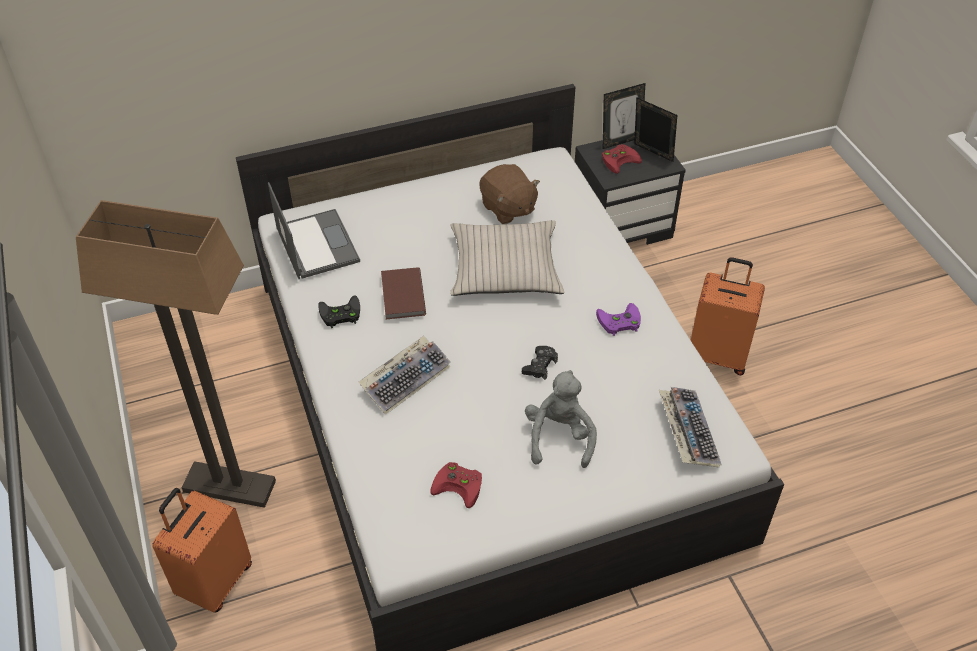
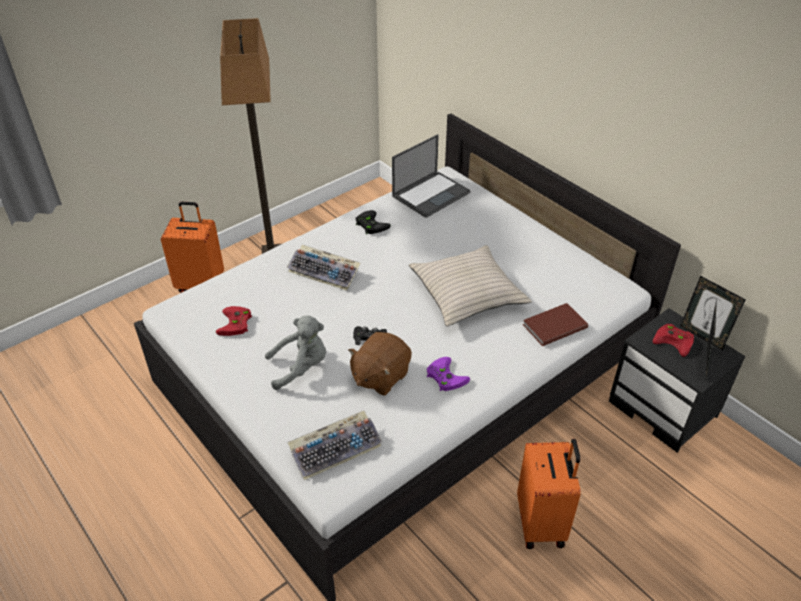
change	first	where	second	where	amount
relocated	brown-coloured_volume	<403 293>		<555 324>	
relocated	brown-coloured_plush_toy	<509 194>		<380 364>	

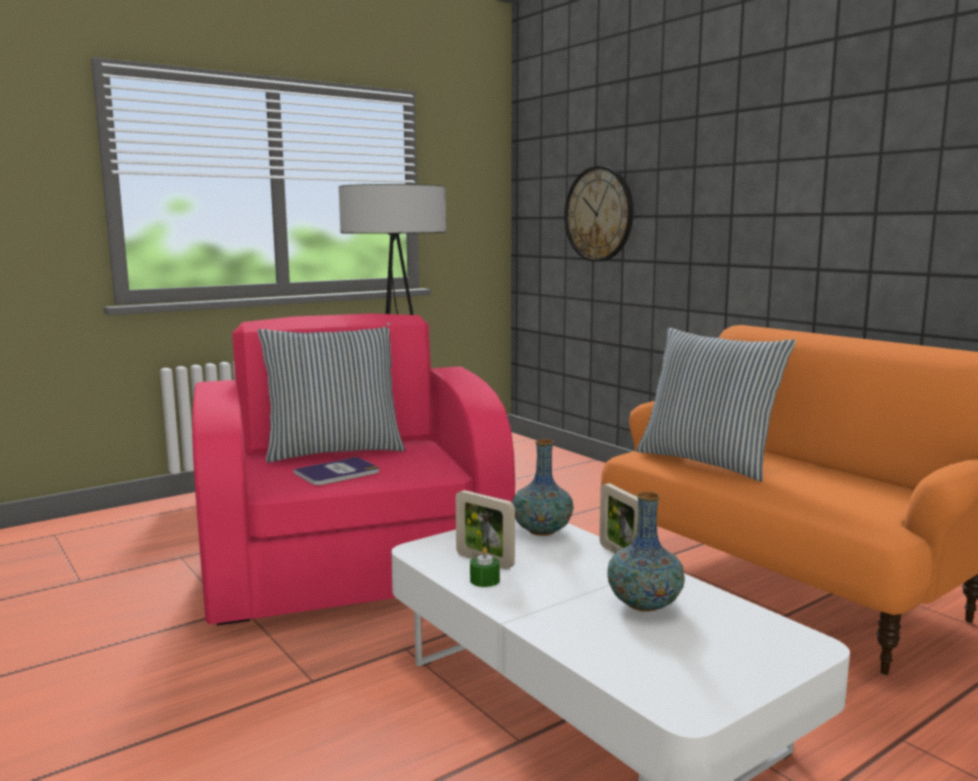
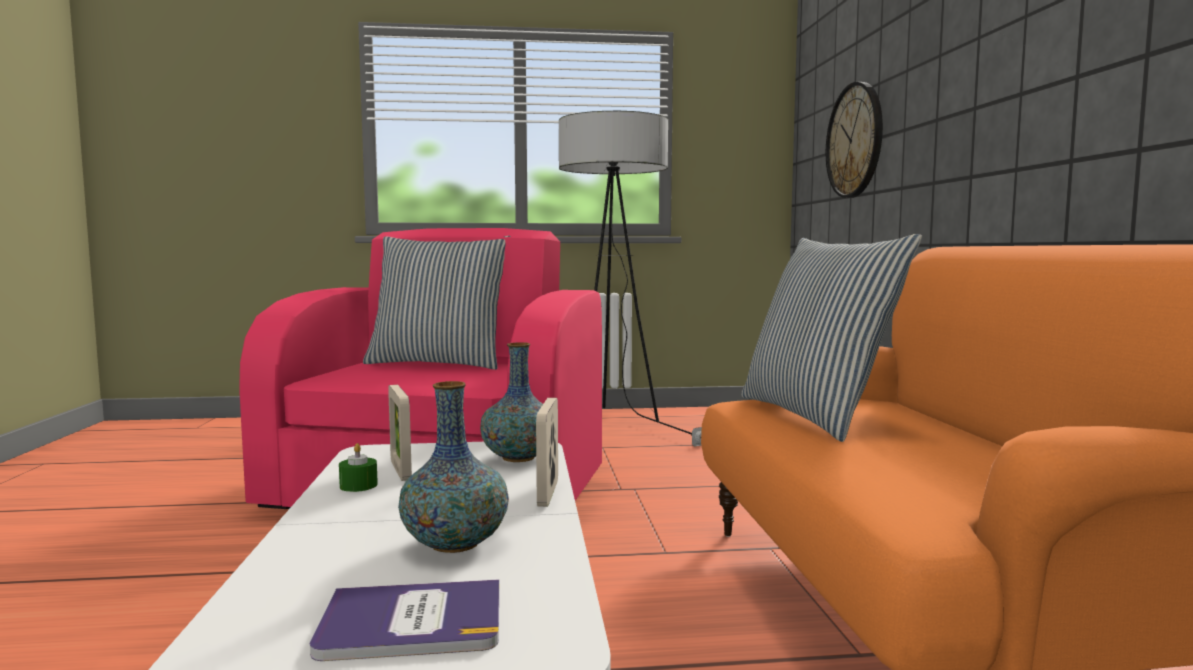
change	first	where	second	where	amount
relocated	volume	<336 471>		<404 620>	

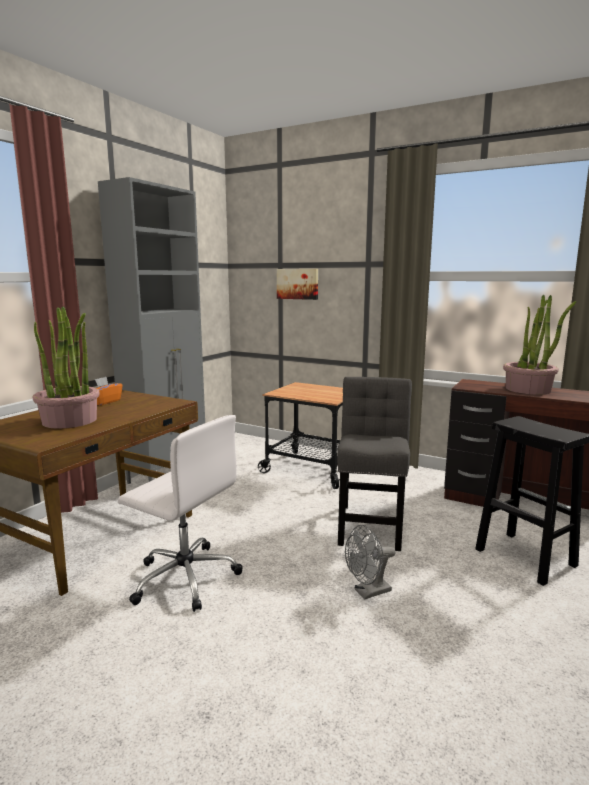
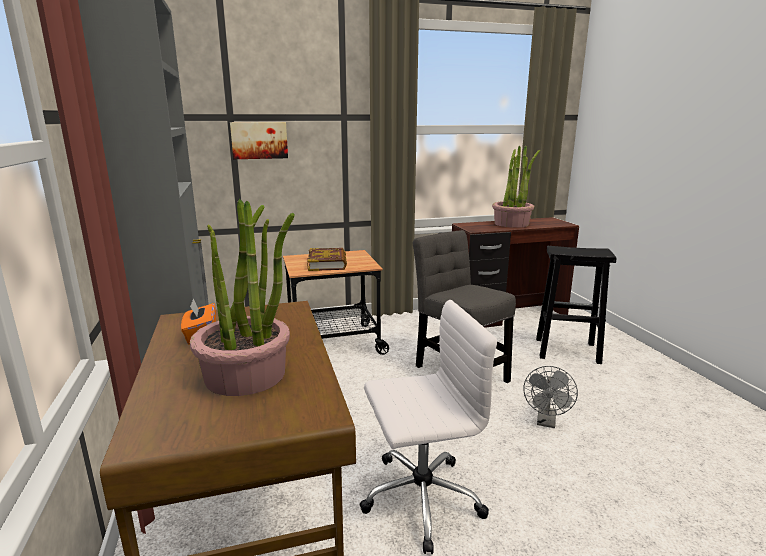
change	first	where	second	where	amount
appeared			volume	<327 259>	

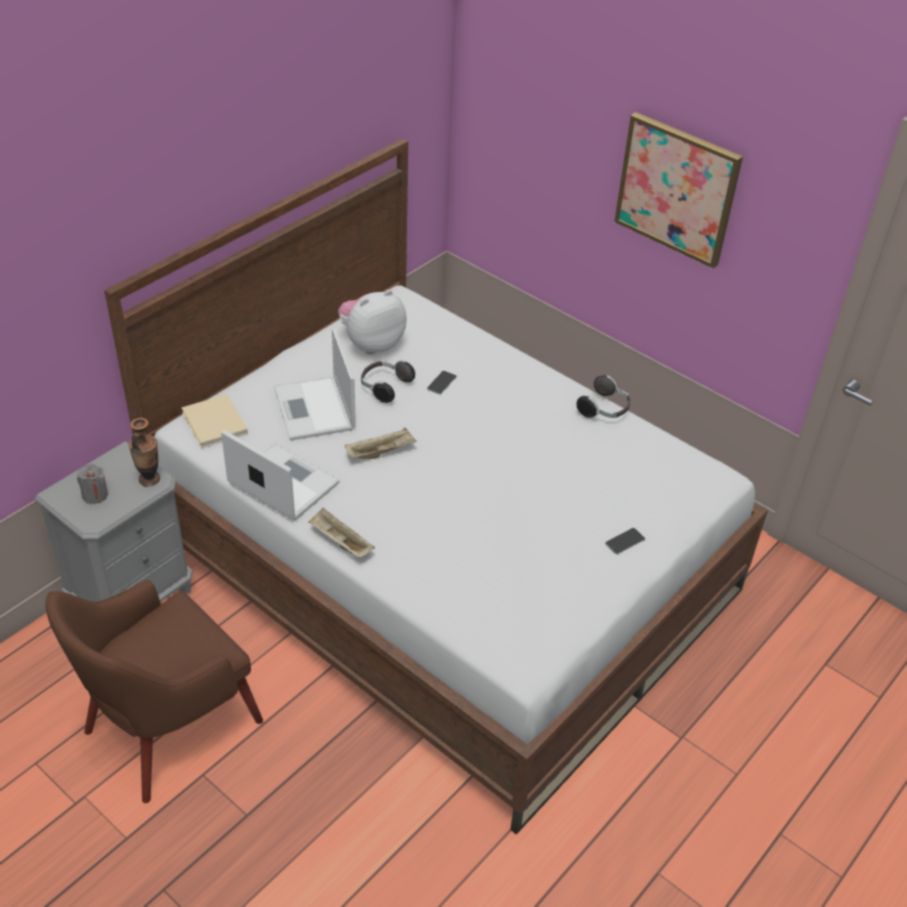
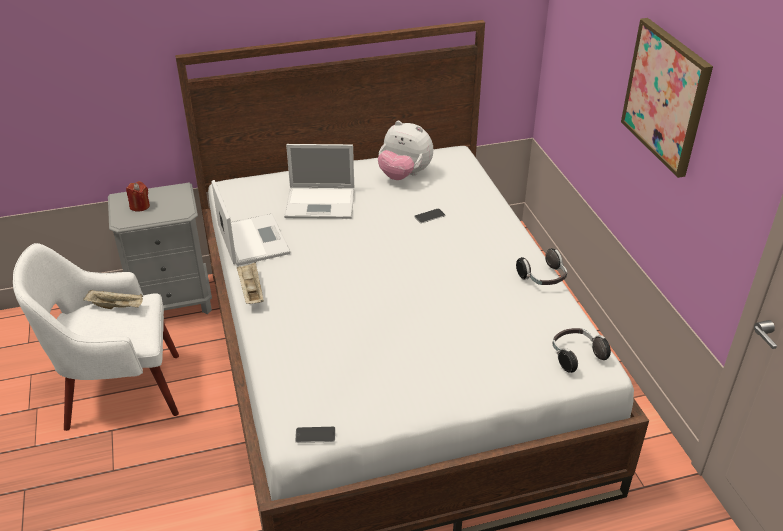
change	first	where	second	where	amount
colour	brown-coloured_easy_chair	<154 691>	white-coloured_easy_chair	<96 337>	
colour	gray_candle	<92 484>	red_candle	<138 196>	
missing	decorative_vase	<144 452>			
missing	beige_volume	<214 421>			
spun	laptop	<315 384>		<319 181>	105 degrees counterclockwise
spun	plush_toy	<372 322>		<405 150>	150 degrees counterclockwise
relocated	beige_tray	<381 443>		<113 299>	
relocated	headphones	<388 381>		<581 350>	
relocated	phone	<625 541>		<315 435>	

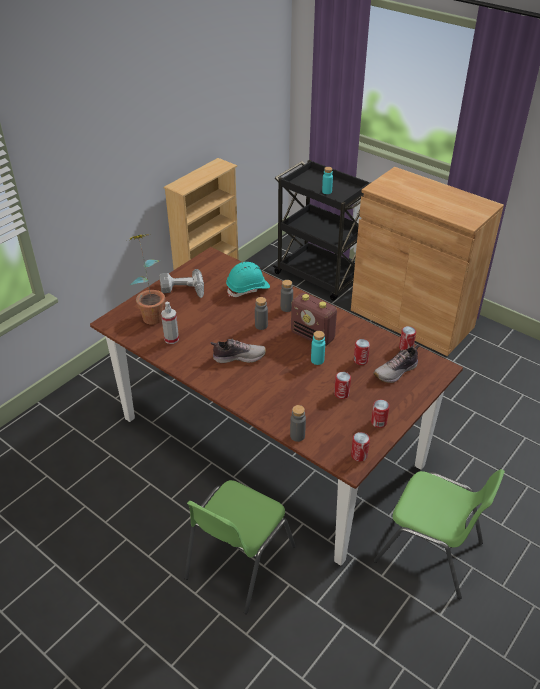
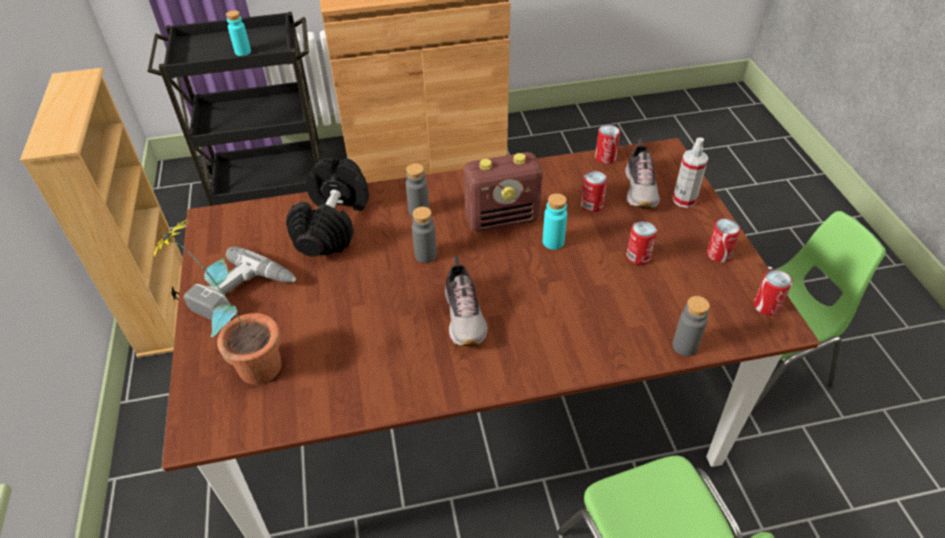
change	first	where	second	where	amount
relocated	spray_bottle	<170 323>		<690 173>	
spun	item_of_footwear	<238 351>		<466 300>	135 degrees clockwise
exchanged	turquoise-coloured_safety_helmet	<248 279>	blackish_dumbbell	<327 207>	

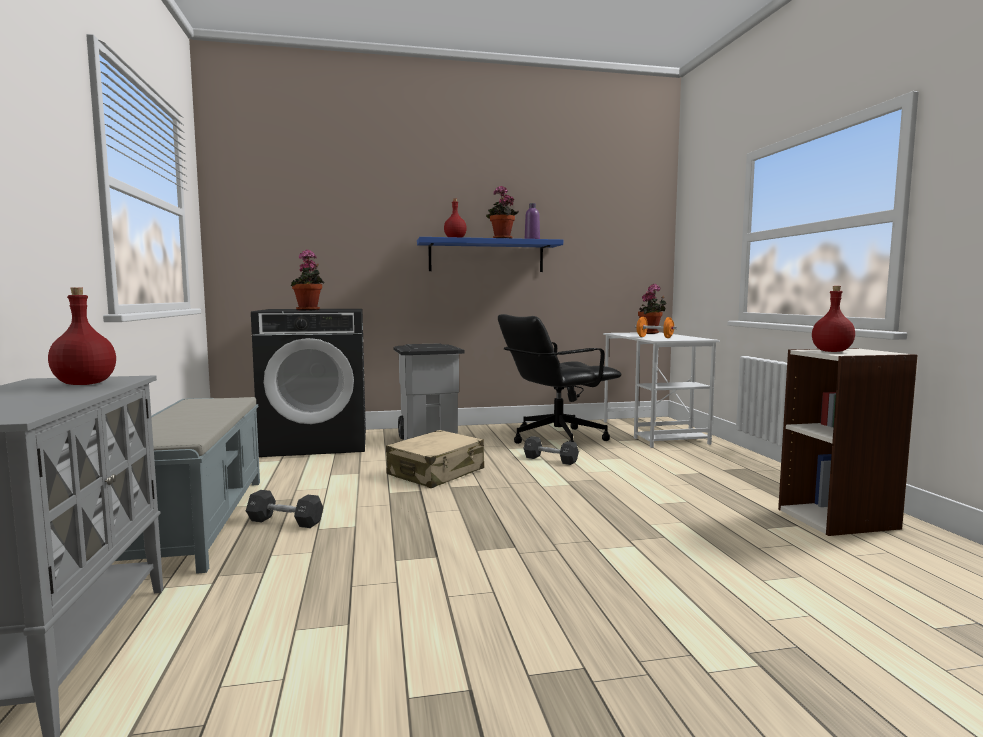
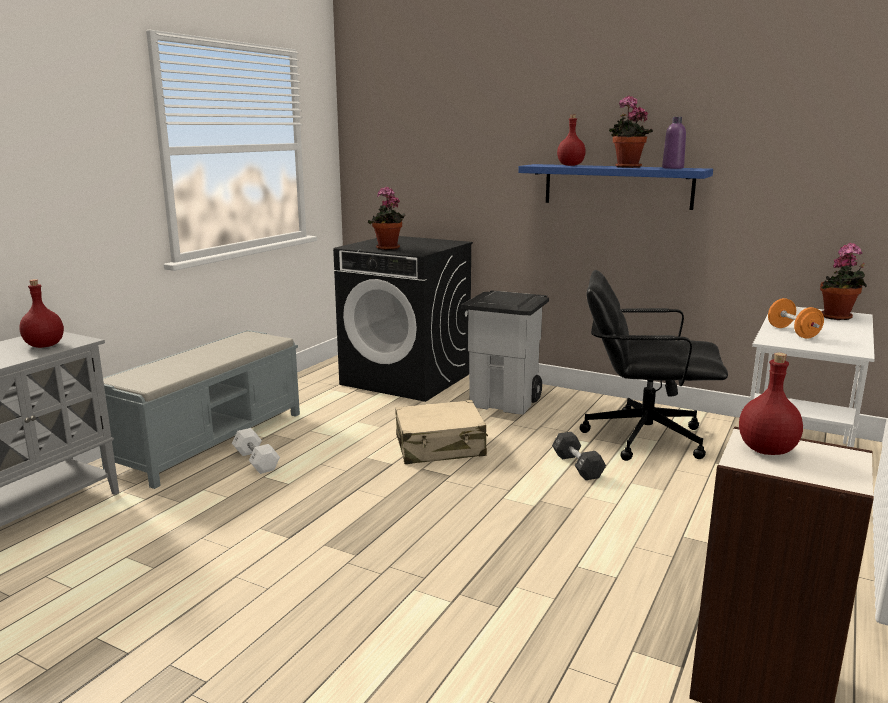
change	first	where	second	where	amount
colour	blackish_dumbbell	<284 509>	white-coloured_dumbbell	<256 451>	

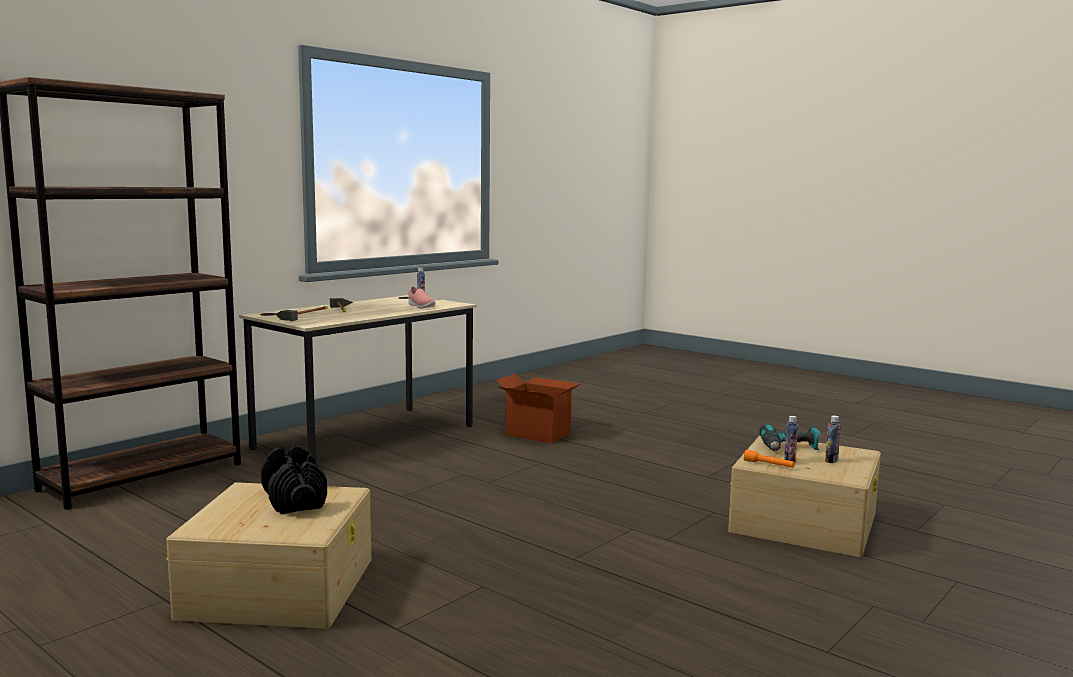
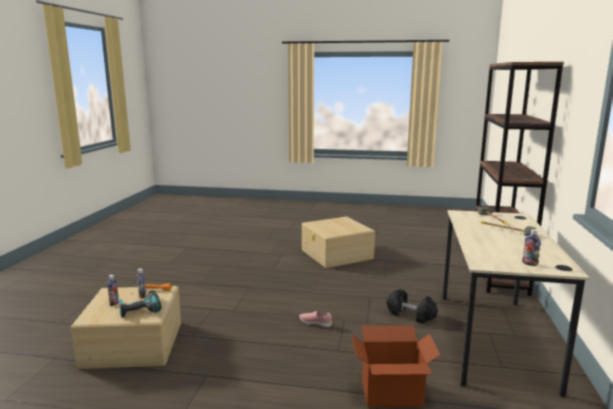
change	first	where	second	where	amount
relocated	blackish_dumbbell	<293 479>		<412 306>	
relocated	pinkish_item_of_footwear	<421 297>		<316 319>	

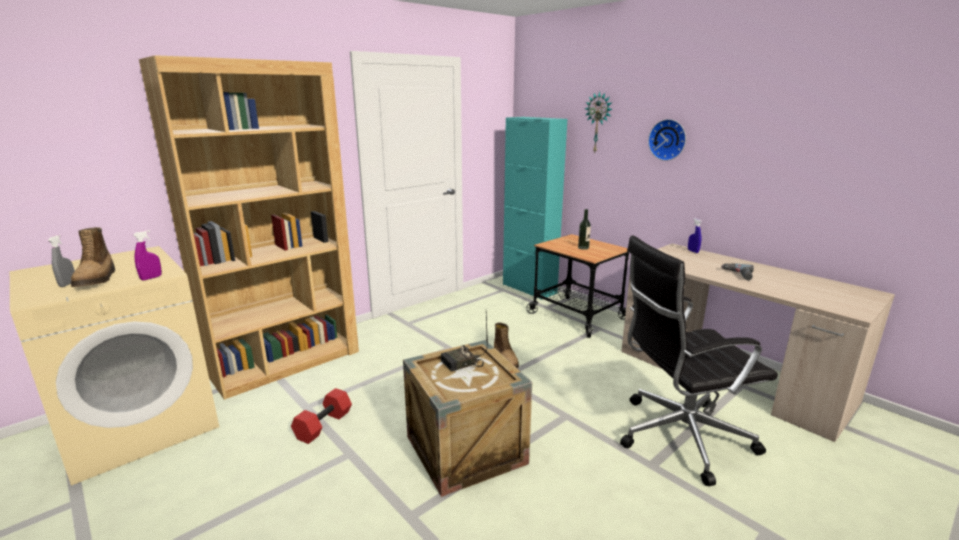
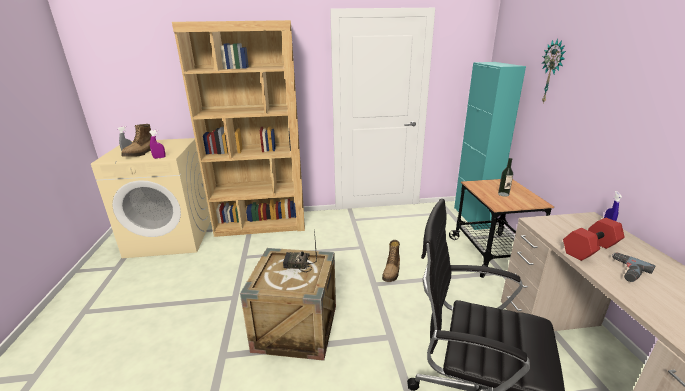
change	first	where	second	where	amount
relocated	red_dumbbell	<321 416>		<594 239>	
missing	wall_clock	<667 140>			

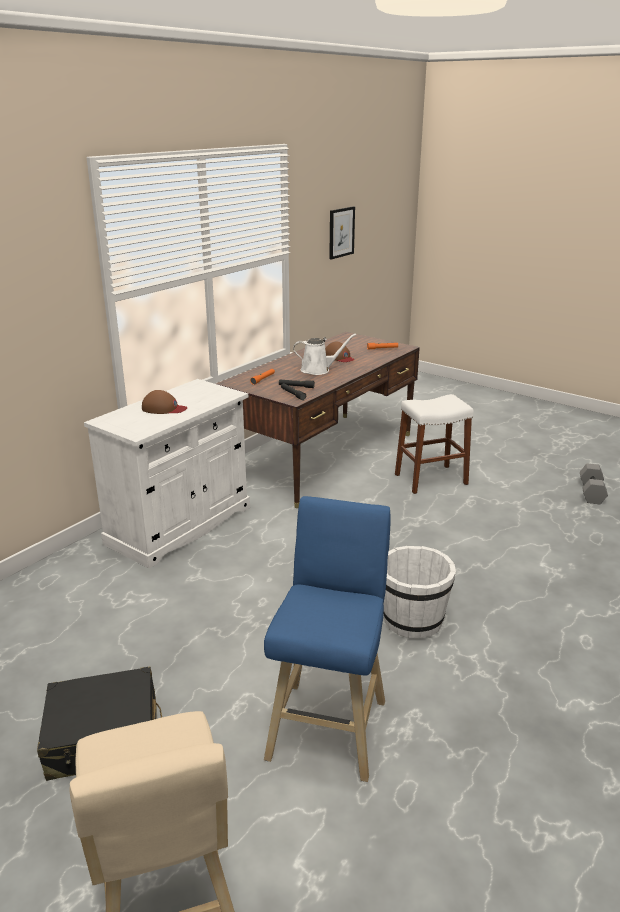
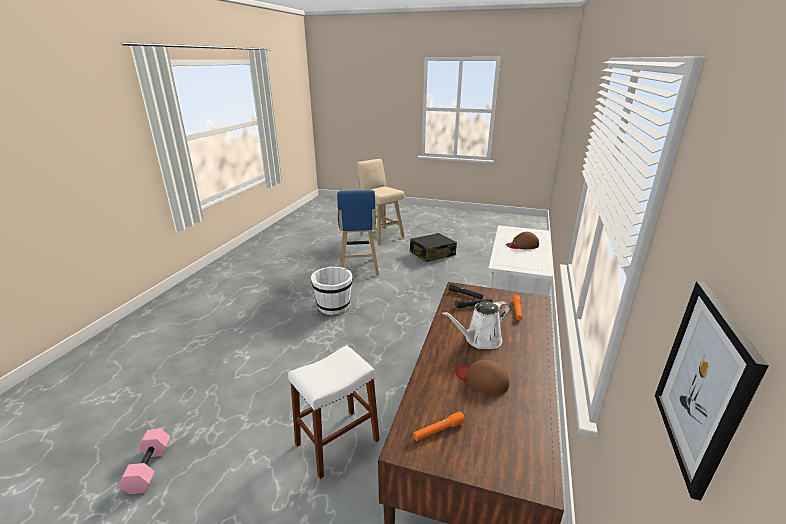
change	first	where	second	where	amount
colour	gray_dumbbell	<594 483>	pinkish_dumbbell	<145 461>	

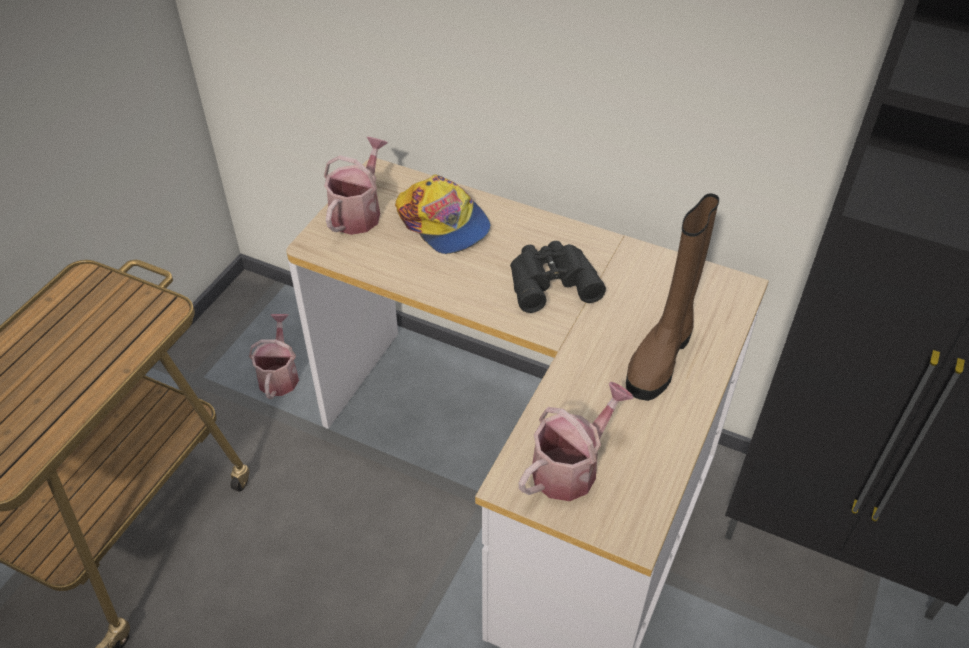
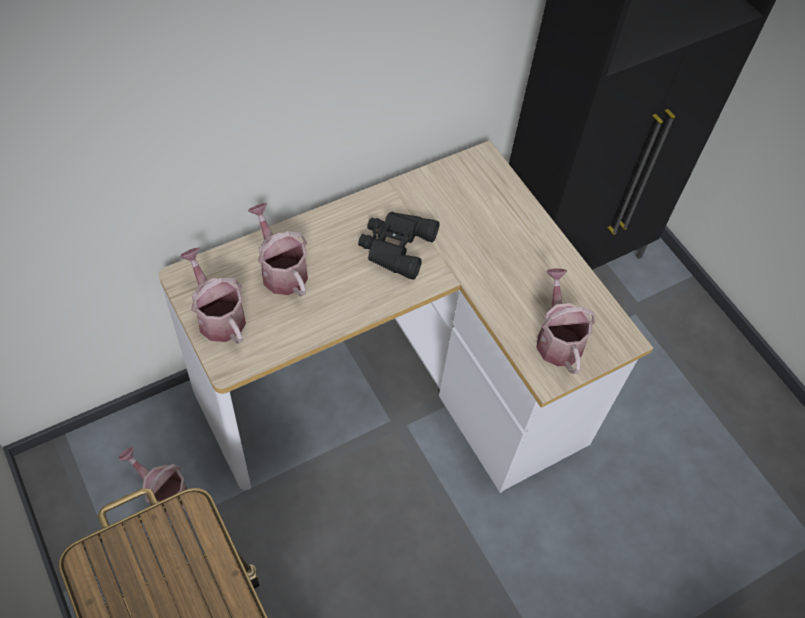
change	first	where	second	where	amount
exchanged	peaked_cap	<443 214>	watering_pot	<278 250>	
missing	brown-coloured_boot	<672 297>			

